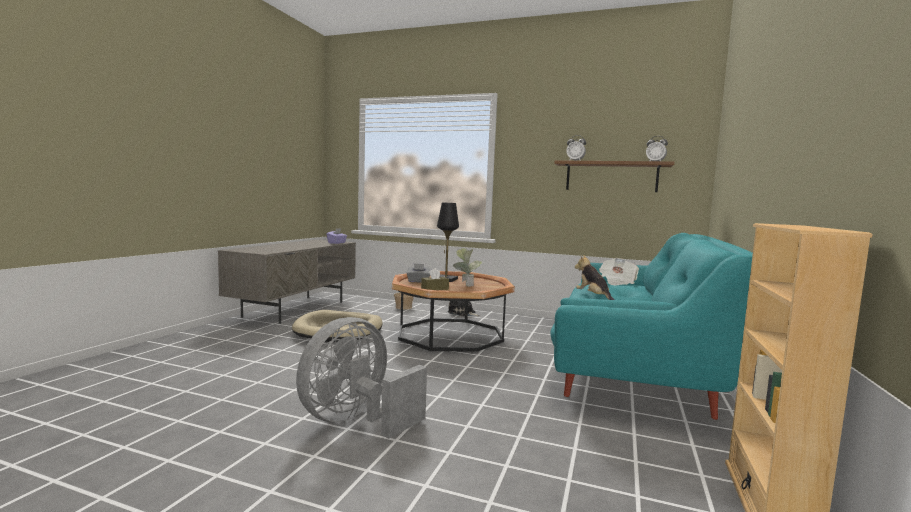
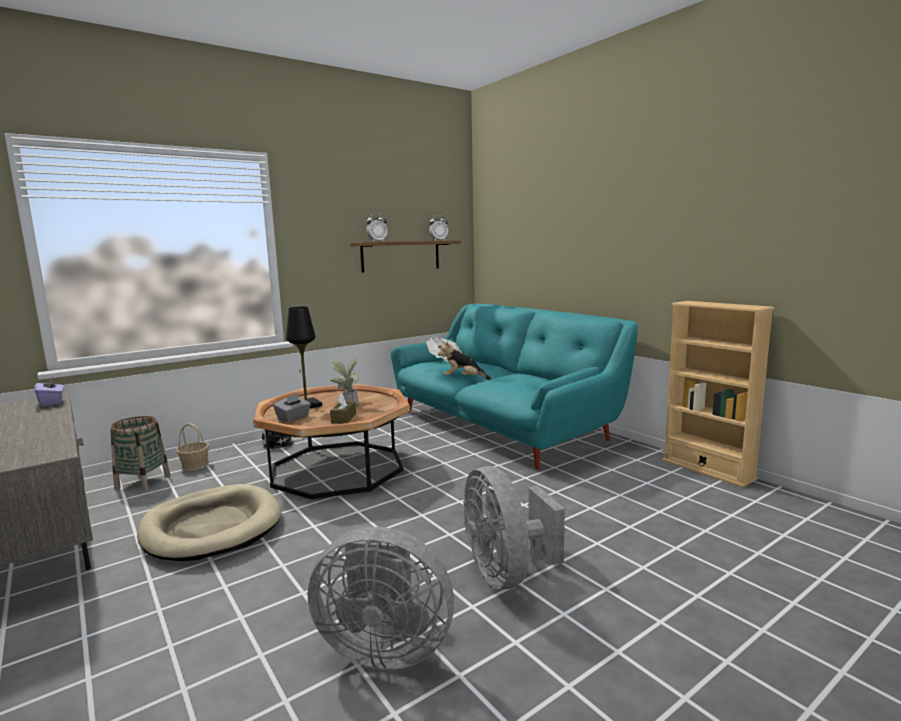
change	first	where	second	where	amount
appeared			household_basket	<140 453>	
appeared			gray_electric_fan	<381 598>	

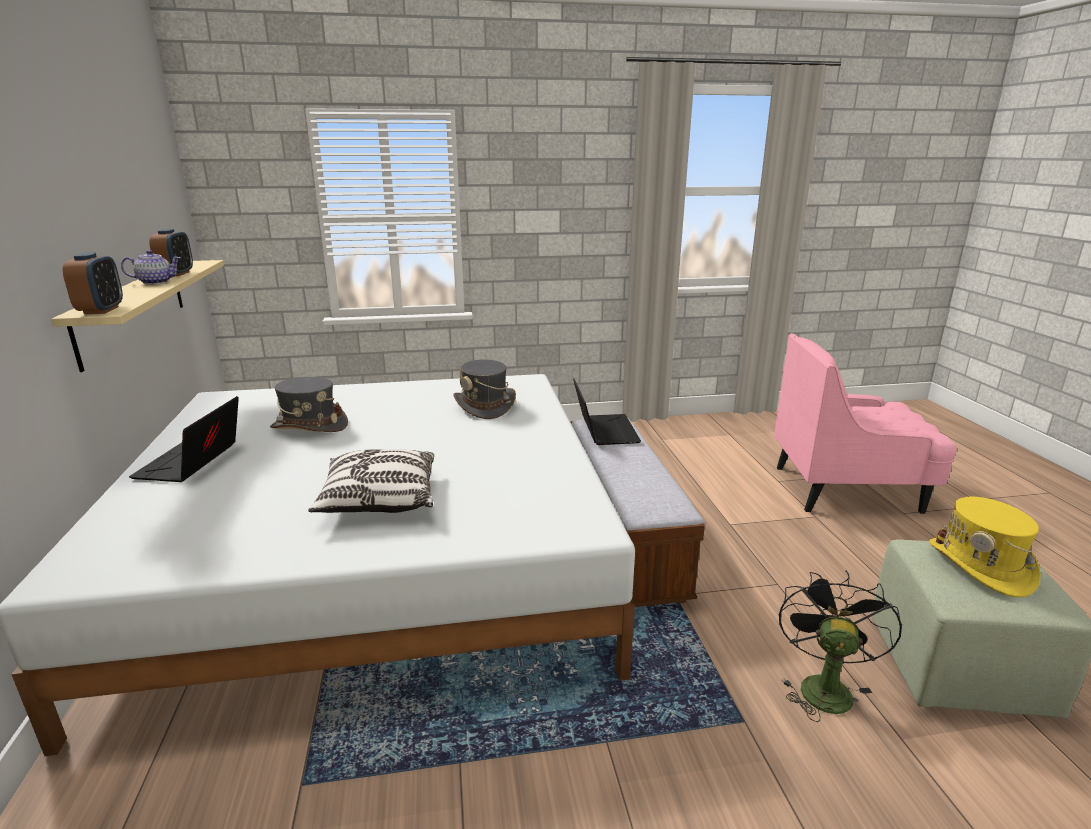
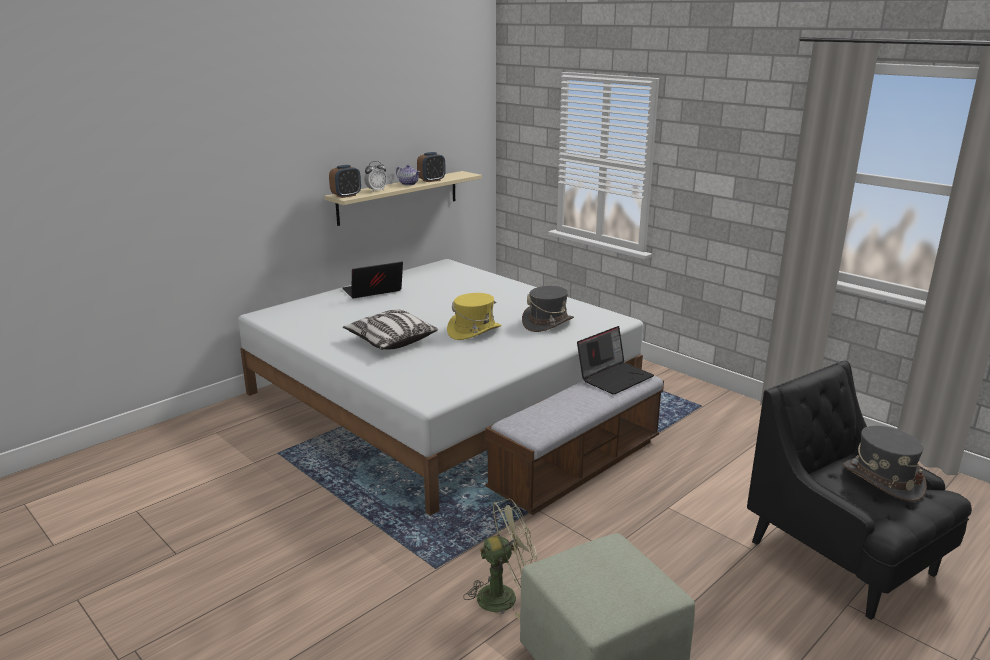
change	first	where	second	where	amount
relocated	gray_wearable_hat	<309 404>		<885 464>	
colour	pinkish_easy_chair	<865 423>	blackish_easy_chair	<859 490>	
colour	blackish_electric_fan	<840 646>	greenish_electric_fan	<500 559>	
relocated	yellowish_wearable_hat	<985 546>		<474 316>	
appeared			alarm_clock	<375 176>	

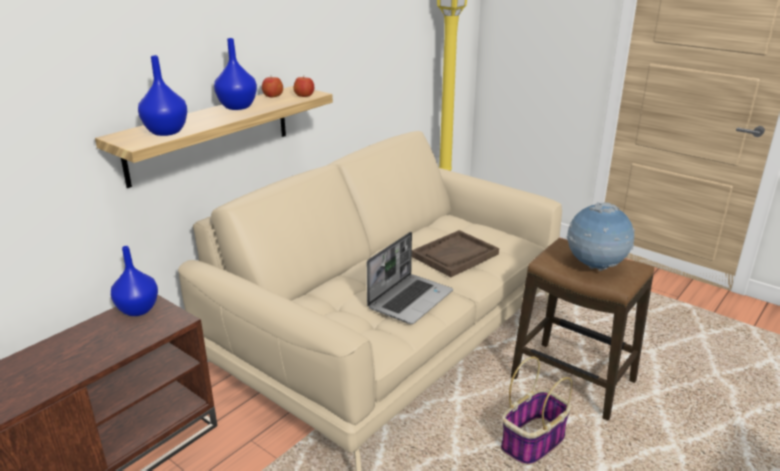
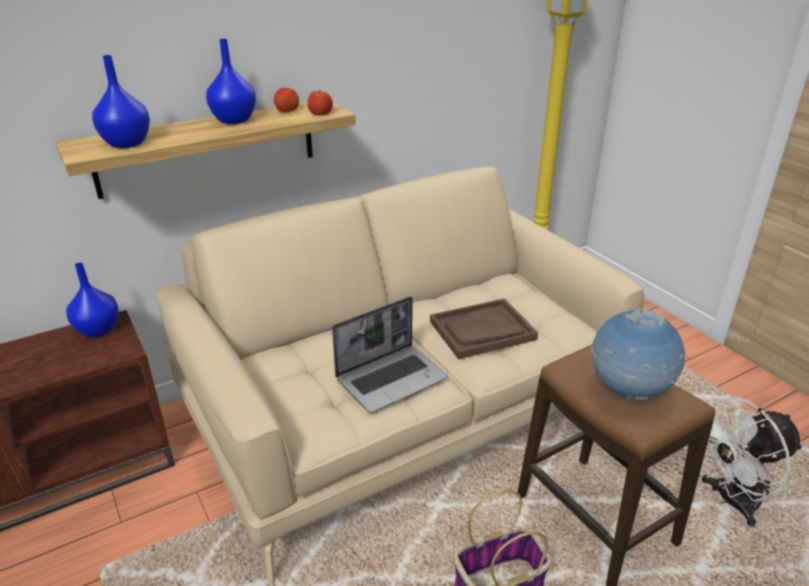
change	first	where	second	where	amount
appeared			white-coloured_electric_fan	<752 462>	

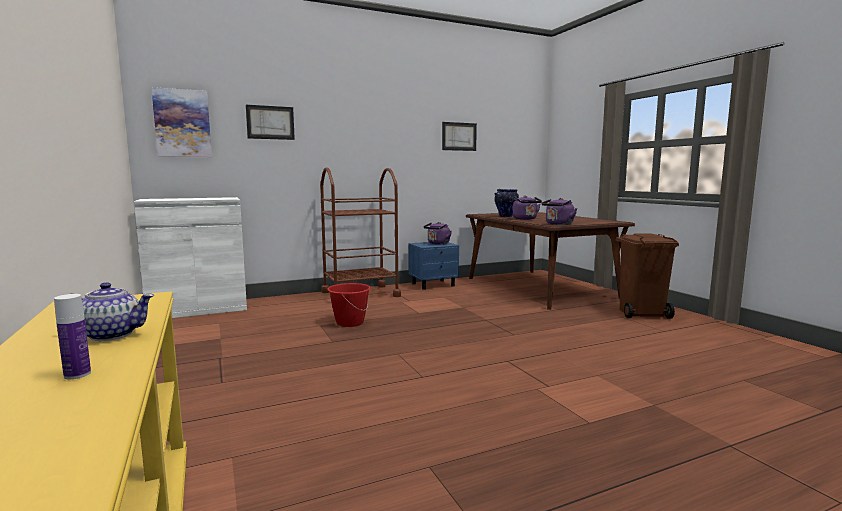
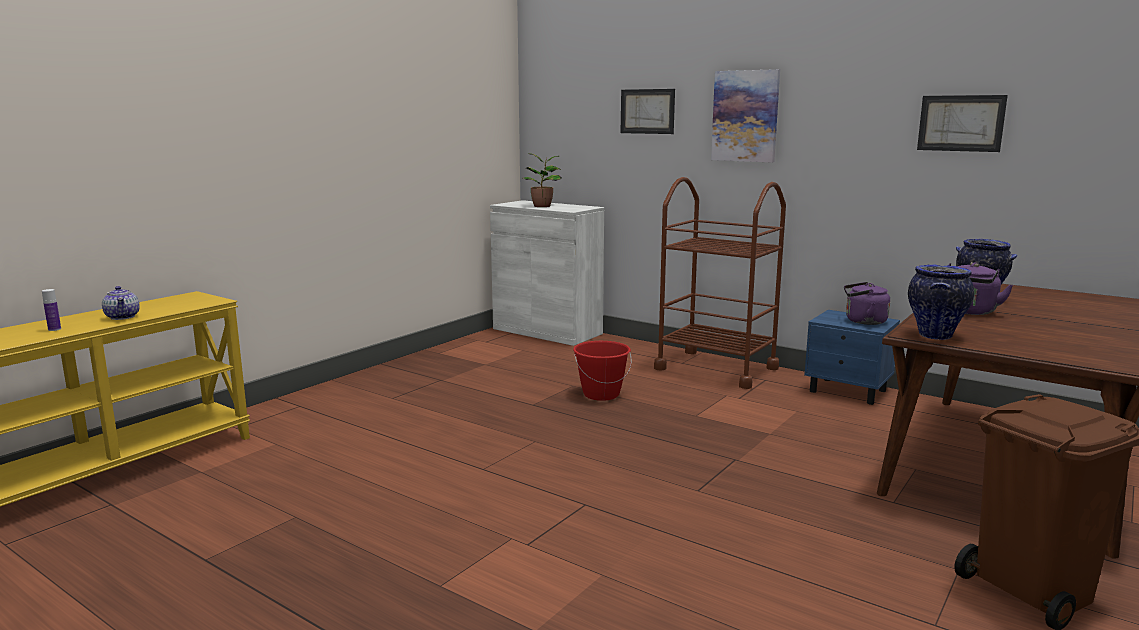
change	first	where	second	where	amount
relocated	wall_picture	<181 122>		<745 115>	
exchanged	purple-coloured_kettle	<559 211>	decorative_vase	<941 302>	
appeared			potted_plant	<542 180>	

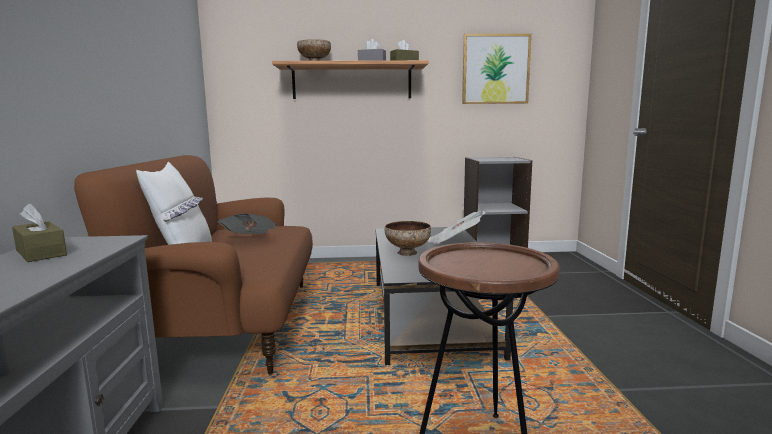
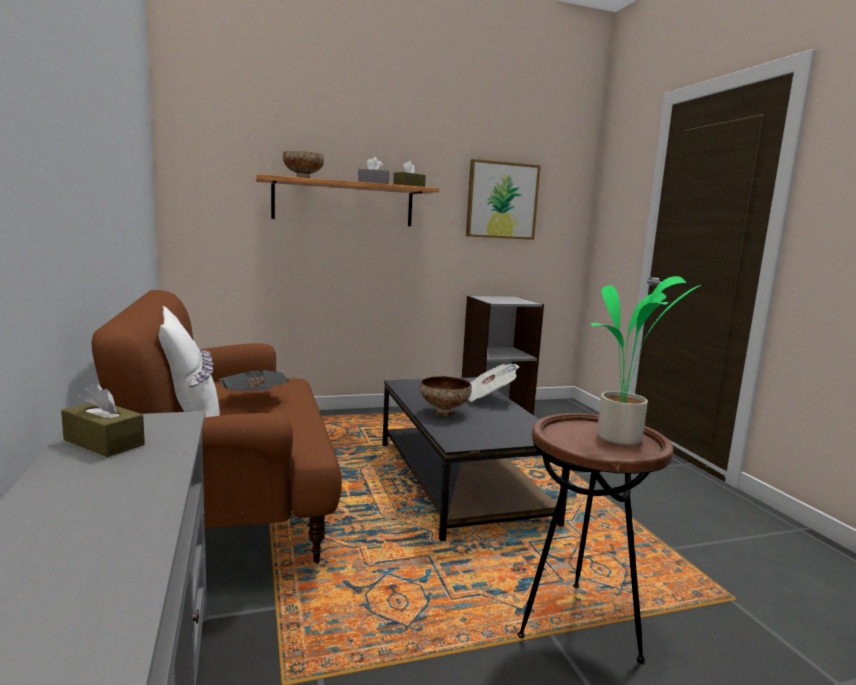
change	first	where	second	where	amount
appeared			potted_plant	<646 360>	

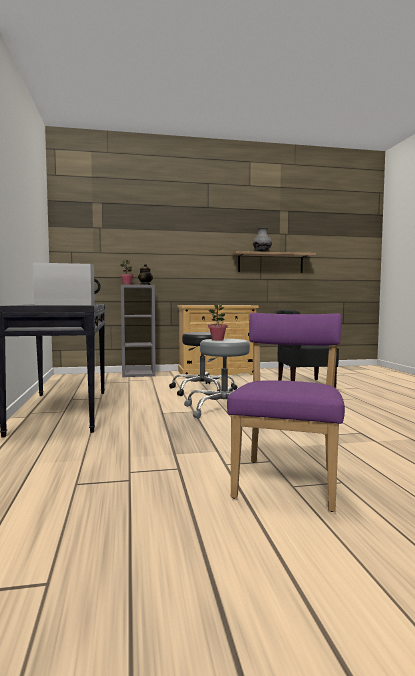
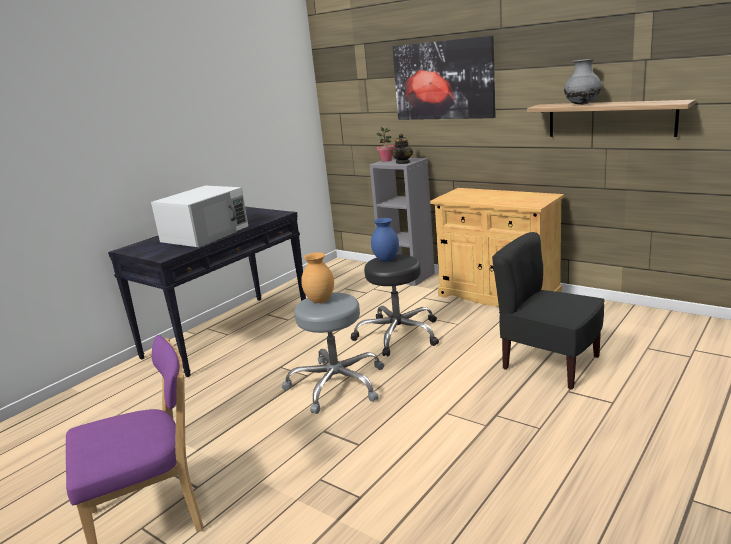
change	first	where	second	where	amount
exchanged	potted_plant	<217 322>	brown-coloured_decorative_vase	<317 277>	
appeared			blue_decorative_vase	<385 240>	
appeared			wall_picture	<444 78>	

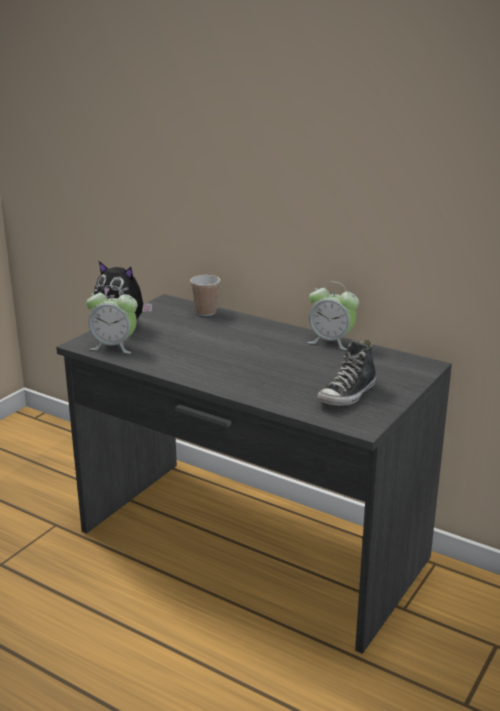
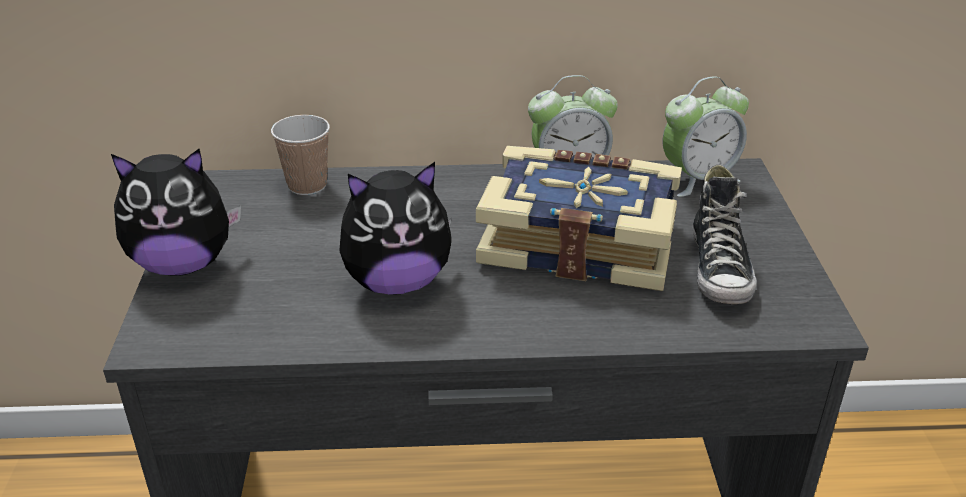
change	first	where	second	where	amount
relocated	alarm_clock	<112 319>		<706 136>	
appeared			plush_toy	<395 228>	
appeared			volume	<579 218>	

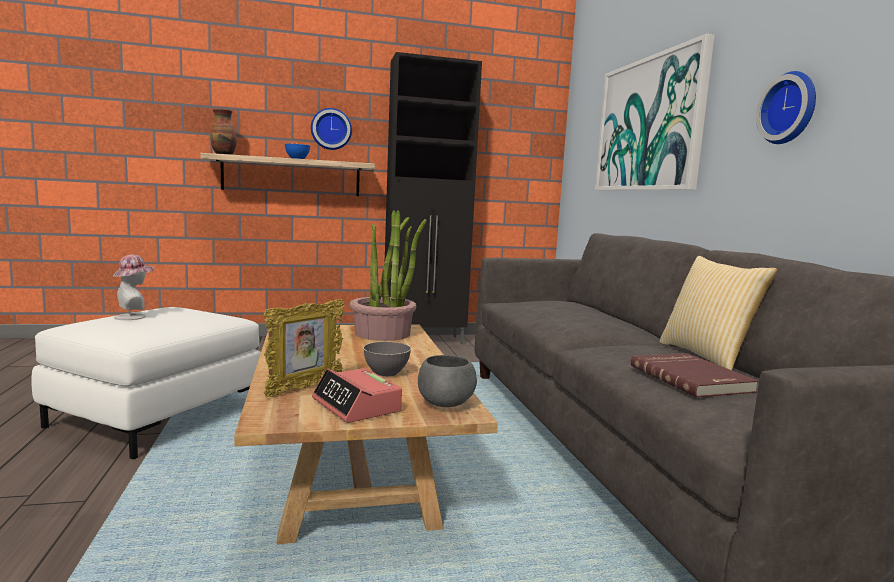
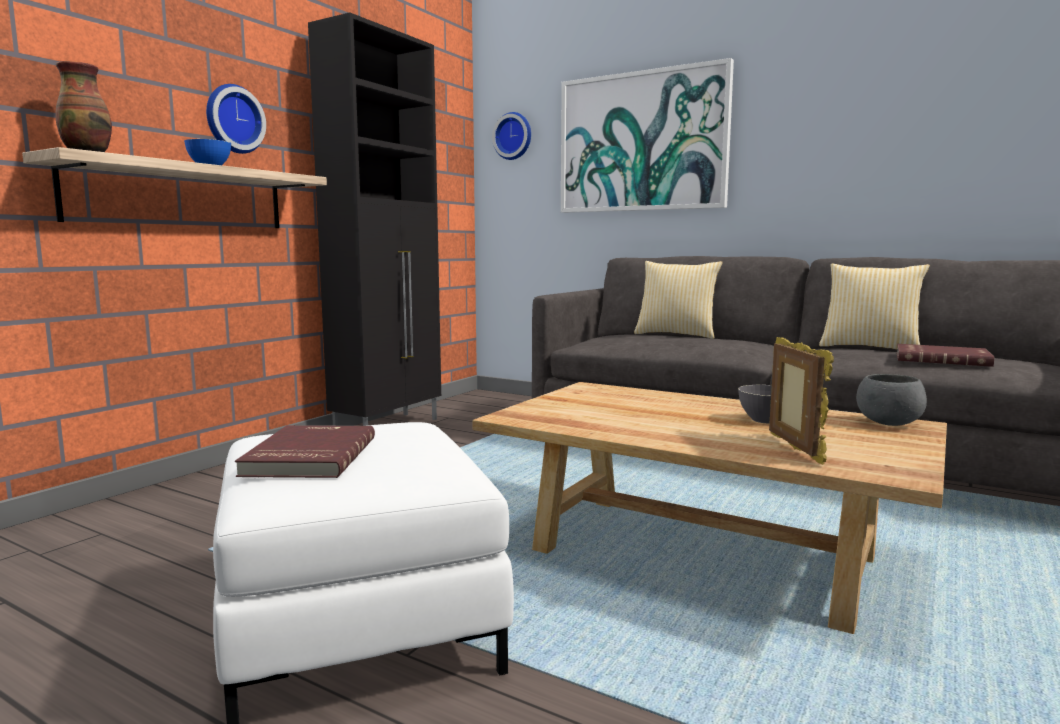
change	first	where	second	where	amount
exchanged	wearable_hat	<134 287>	red_volume	<305 451>	
missing	alarm_clock	<357 395>			
missing	potted_plant	<388 275>			
relocated	wall_clock	<786 107>		<511 136>	
appeared			throw_pillow	<678 300>	

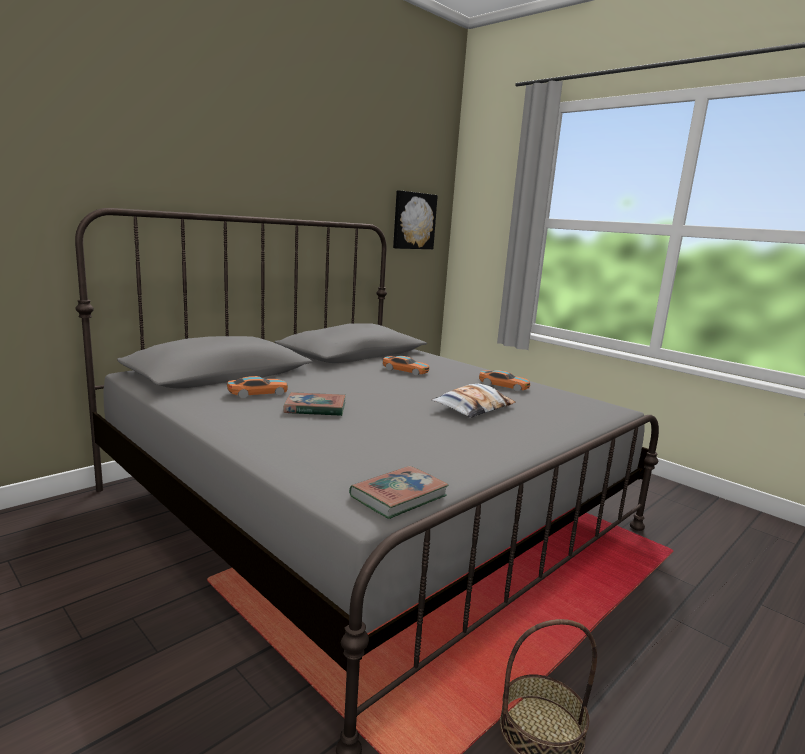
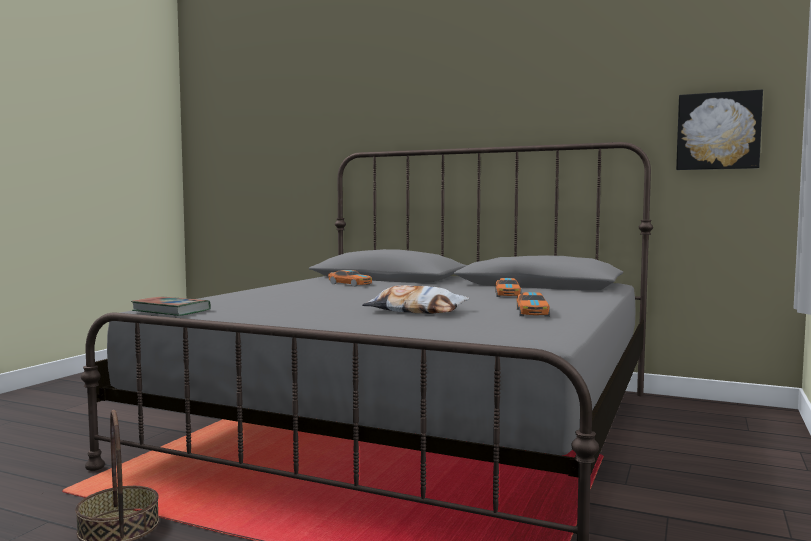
change	first	where	second	where	amount
missing	volume	<314 404>			

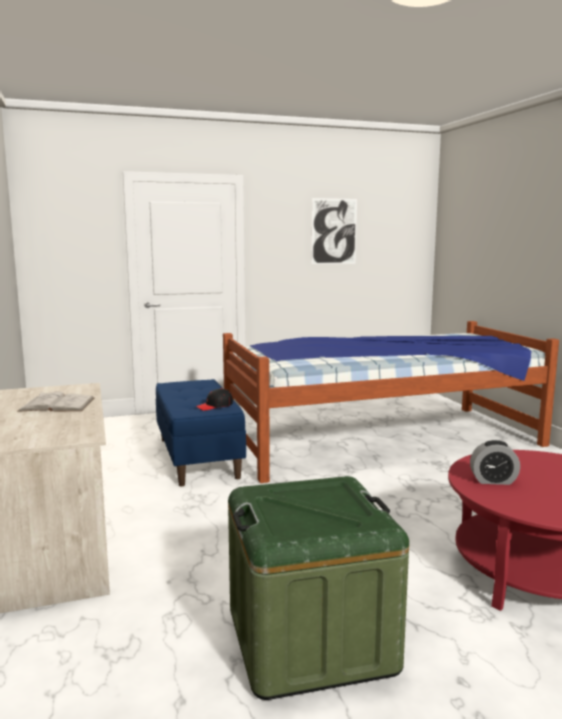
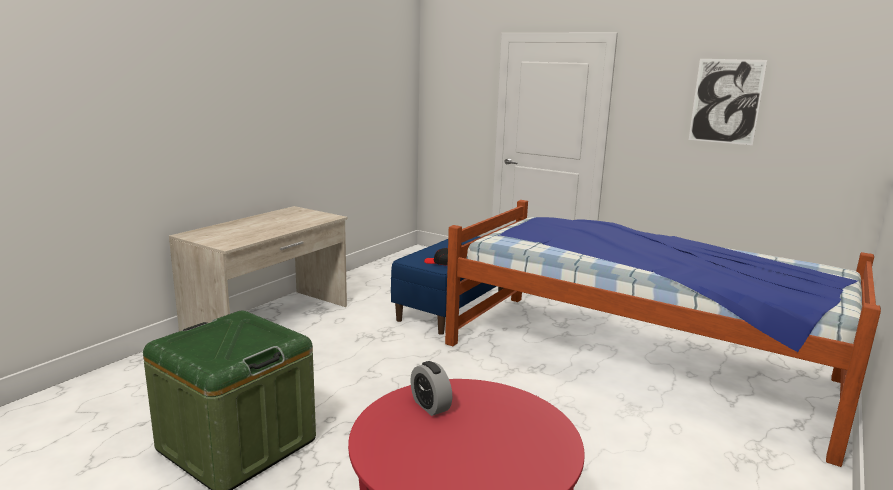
change	first	where	second	where	amount
missing	white-coloured_volume	<55 401>			

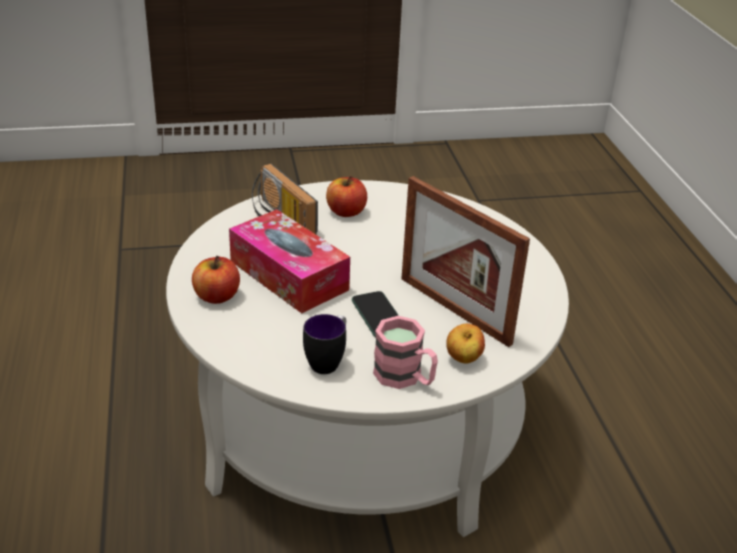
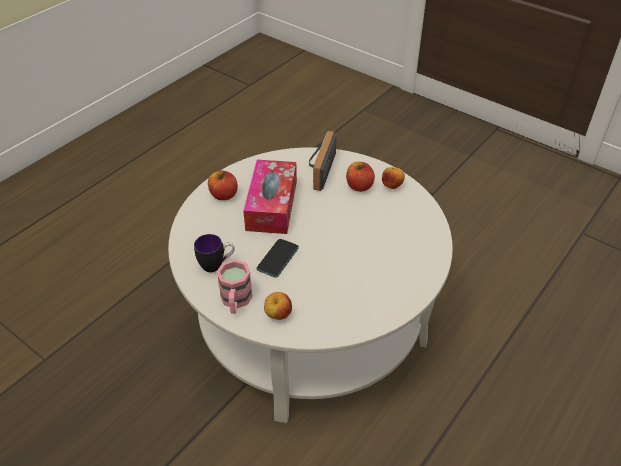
change	first	where	second	where	amount
missing	picture_frame	<465 261>			
appeared			apple_fruit	<393 178>	

